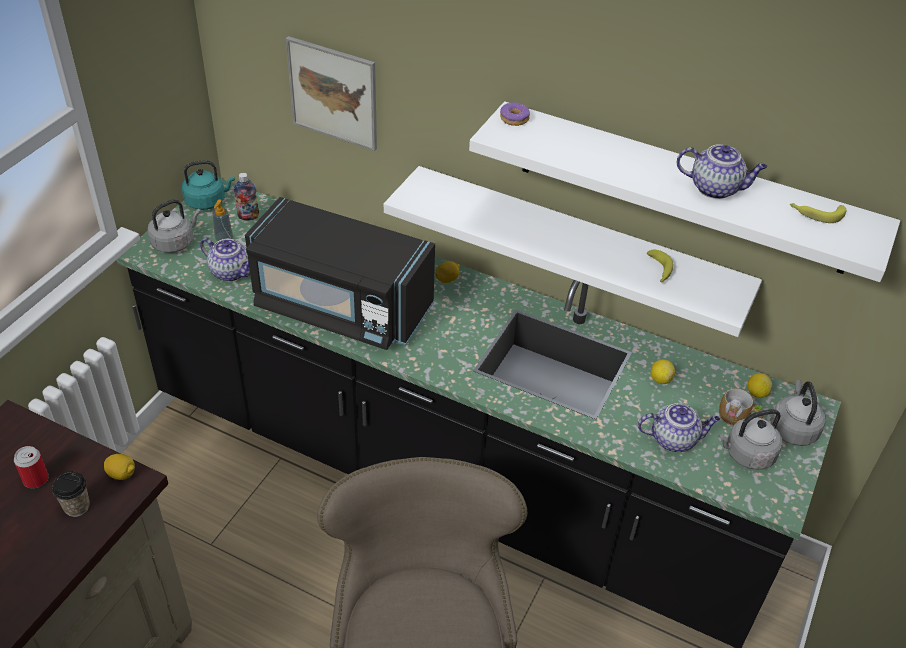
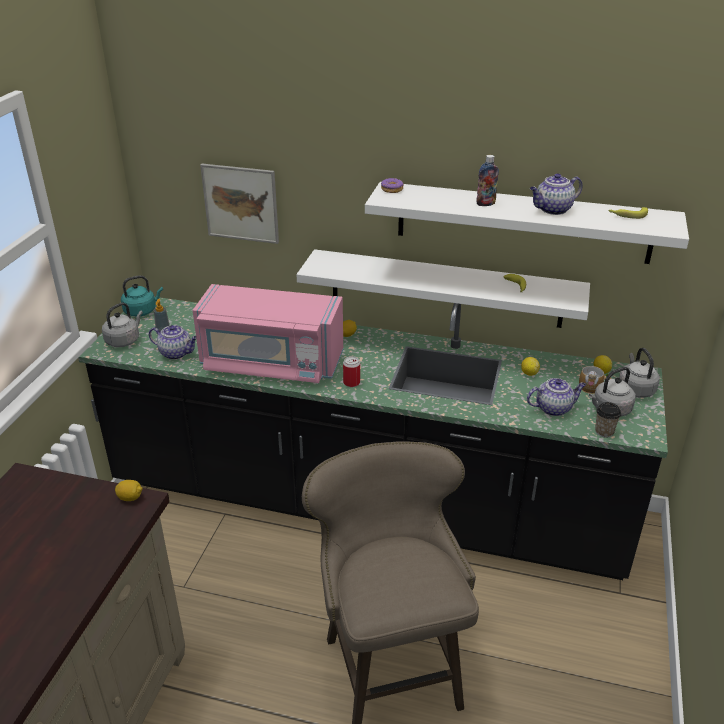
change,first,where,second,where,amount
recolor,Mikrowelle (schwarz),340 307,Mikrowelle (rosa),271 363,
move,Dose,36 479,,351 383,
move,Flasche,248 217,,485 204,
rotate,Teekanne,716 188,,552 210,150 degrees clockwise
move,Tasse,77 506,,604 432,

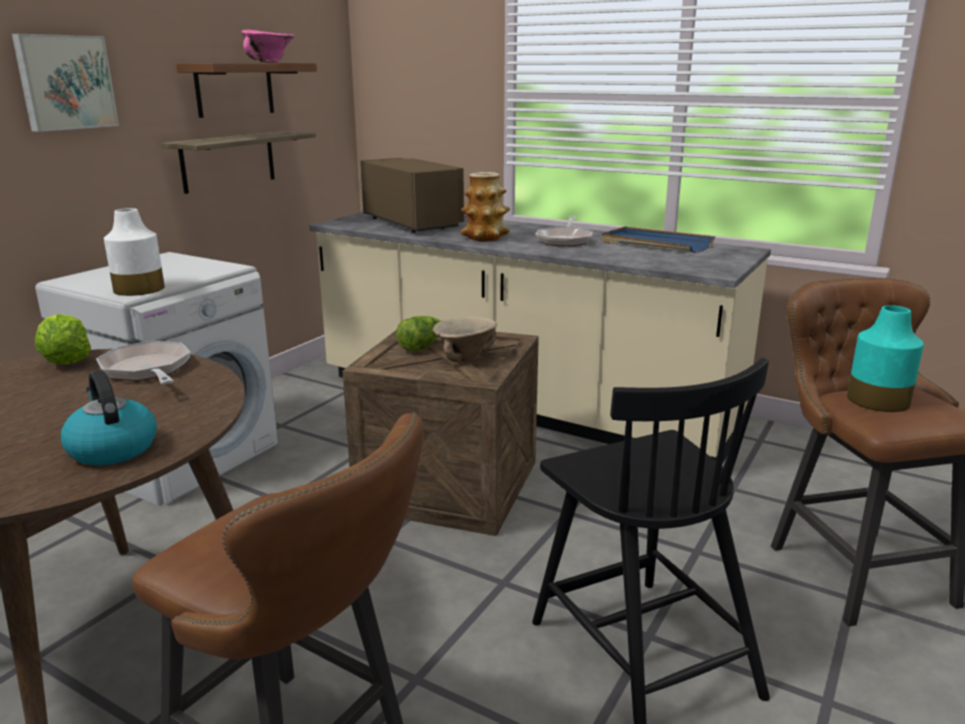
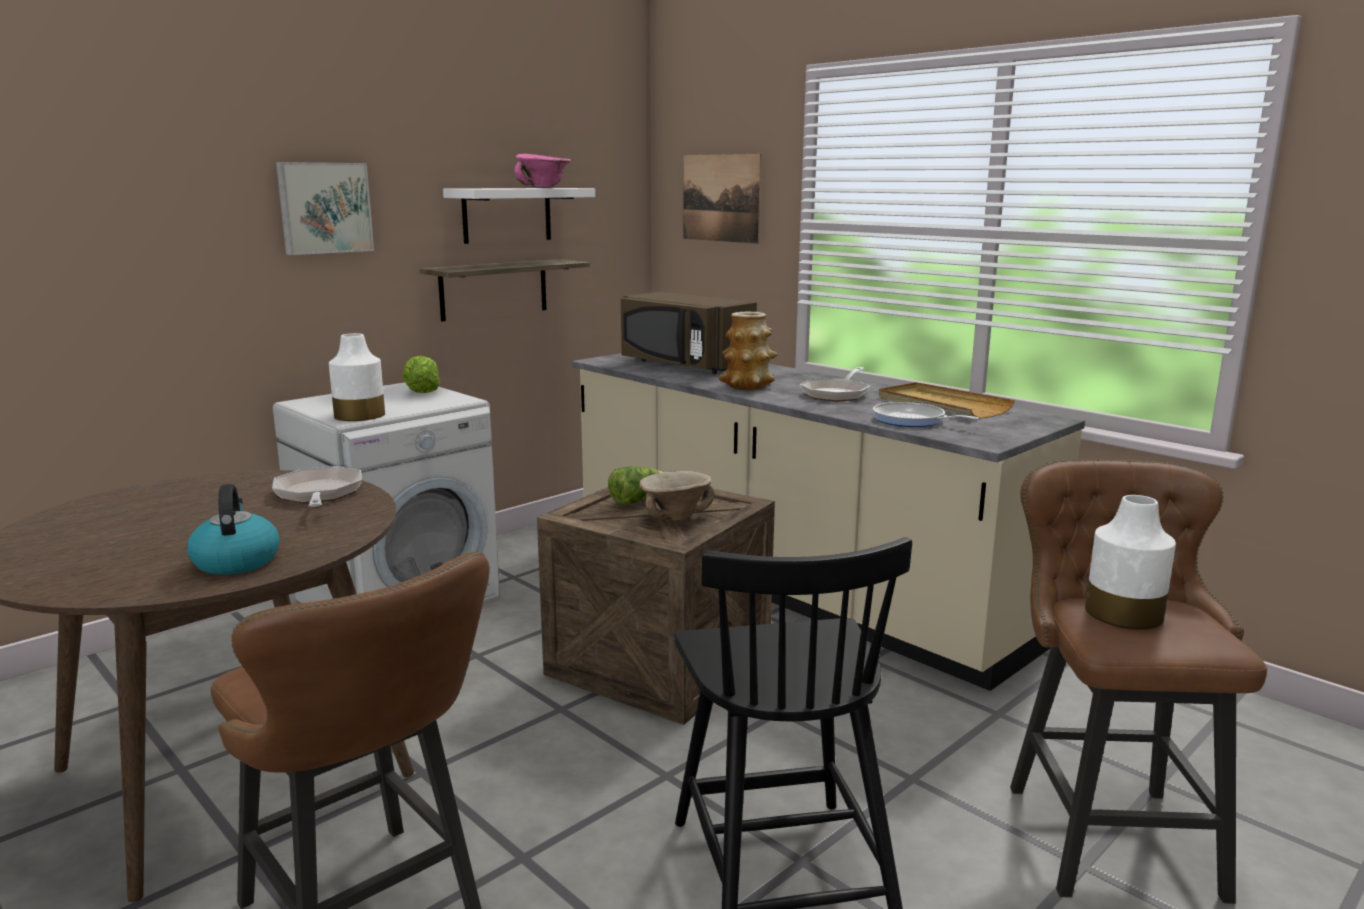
change,first,where,second,where,amount
move,Salatkopf,66 361,,422 392,
recolor,Wandregal (braun),234 89,Wandregal (weiß),507 215,
rotate,Mikrowelle (braun),413 223,,684 365,150 degrees clockwise
insert,,,Bild,721 198,
insert,,,Pfanne,912 420,
recolor,Tablett (blau),655 244,Tablett (beige),942 405,
recolor,Vase (türkis),877 399,Vase (weiß),1123 612,

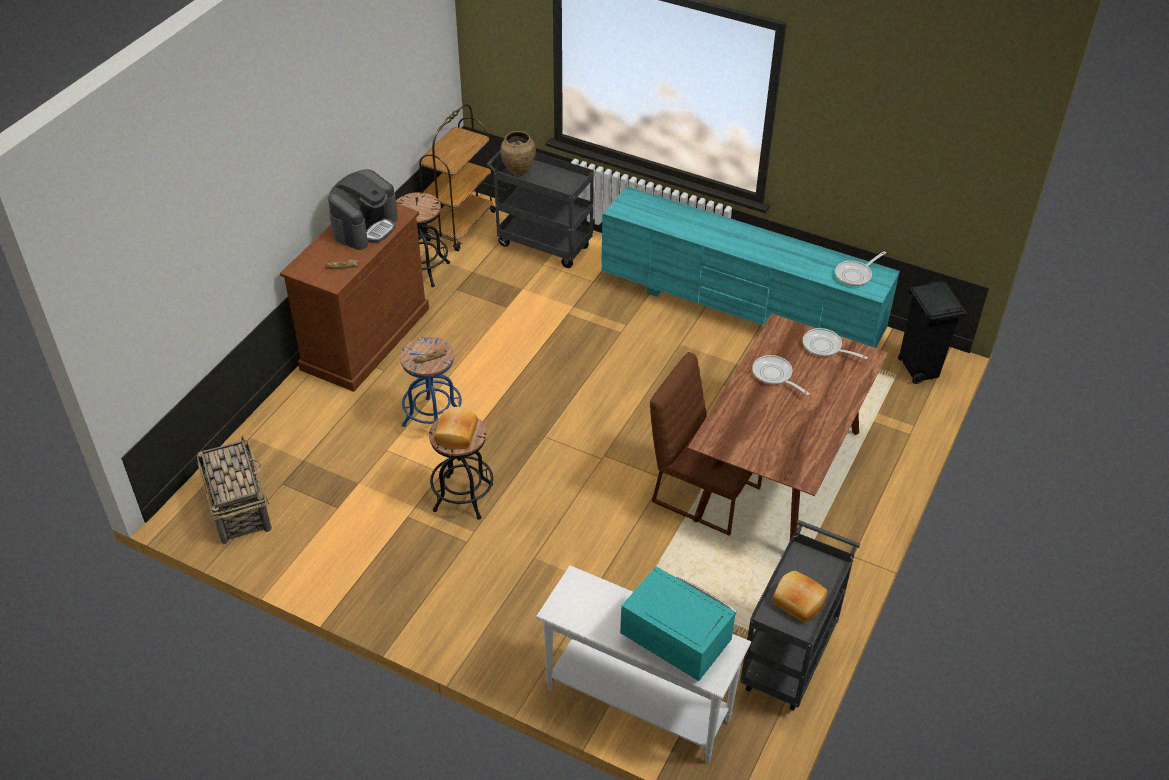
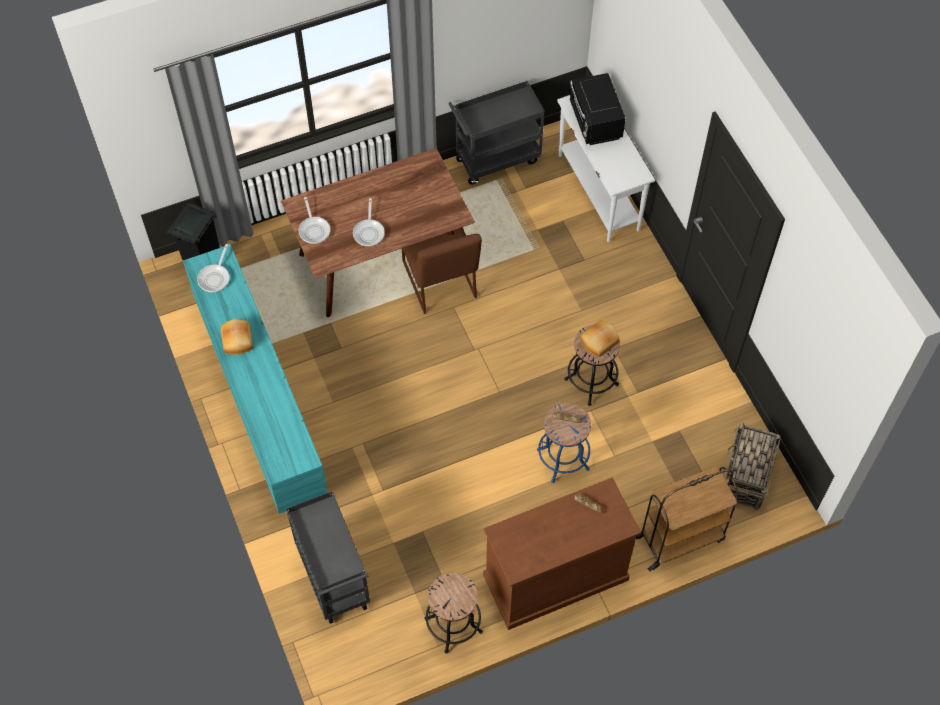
change,first,where,second,where,amount
rotate,Pfanne,855 275,,215 277,105 degrees clockwise
move,Brot,798 603,,238 341,
recolor,Mikrowelle (türkis),674 640,Mikrowelle (schwarz),595 122,
move,Rollwagen (braun),460 227,,681 539,
delete,Kaffeemaschine,365 227,,,
delete,Vase (braun),518 171,,,

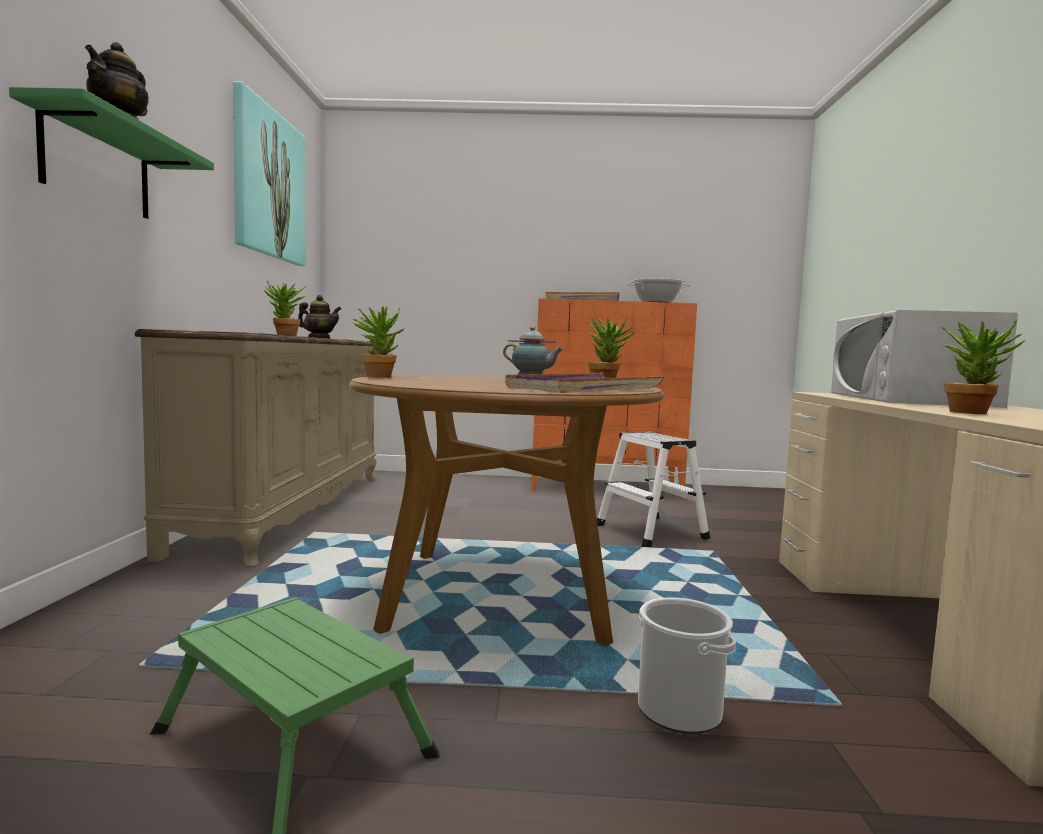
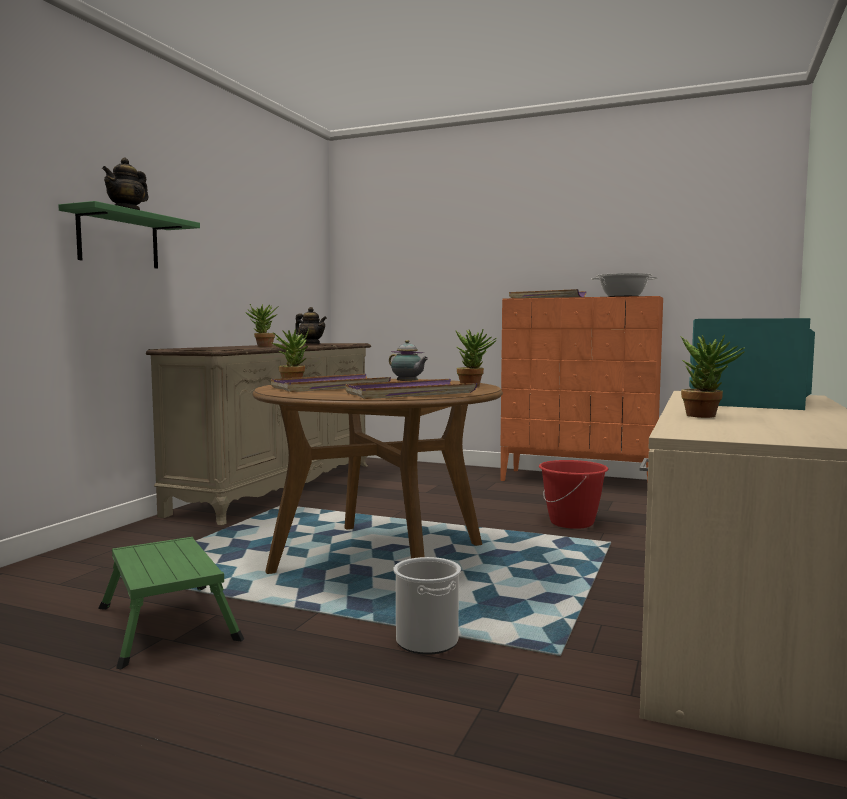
change,first,where,second,where,amount
insert,,,Tablett (lila),330 387,
replace,Trittleiter (weiß),651 532,Eimer (rot),572 522,
recolor,Mikrowelle (weiß),907 399,Mikrowelle (türkis),750 400,
delete,Bild,268 185,,,

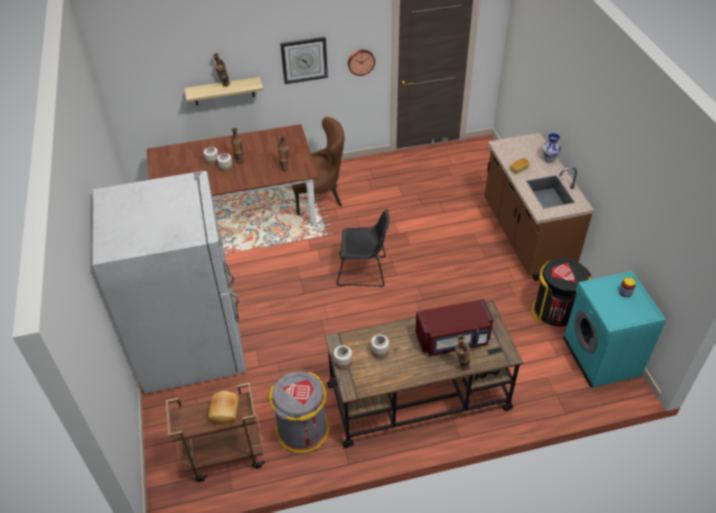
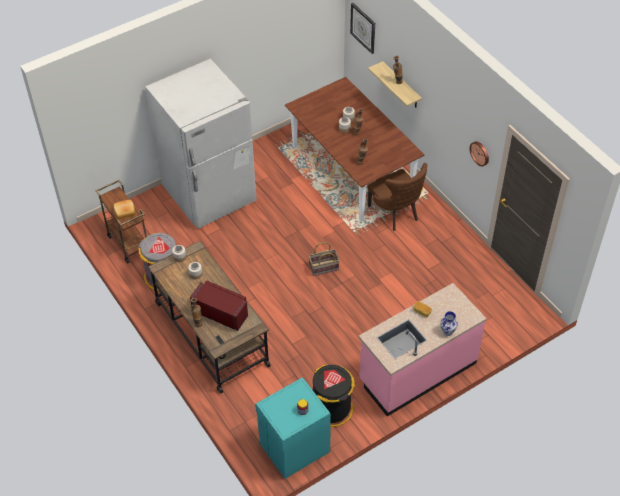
change,first,where,second,where,amount
rotate,Mikrowelle (rot),453 339,,221 313,150 degrees clockwise
replace,Stuhl (schwarz),364 271,Korb,324 268,
move,Wanduhr,304 60,,363 28,
recolor,Küchenzeile (braun),525 236,Küchenzeile (rosa),417 371,

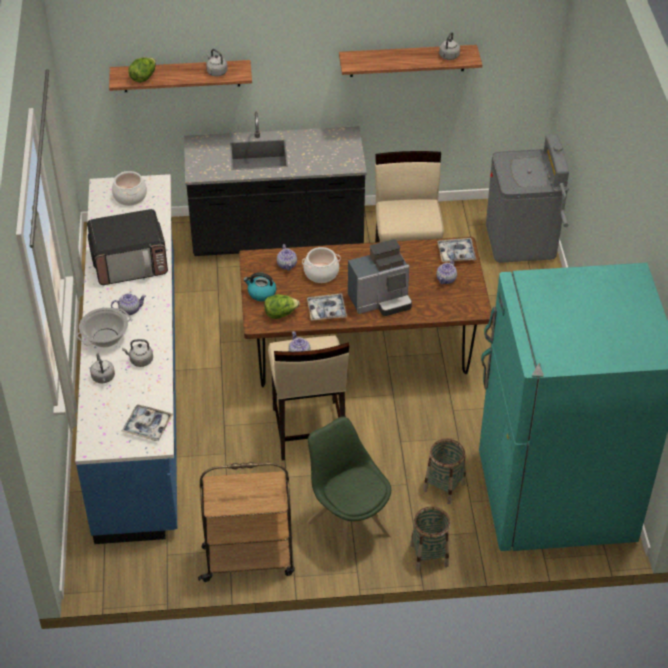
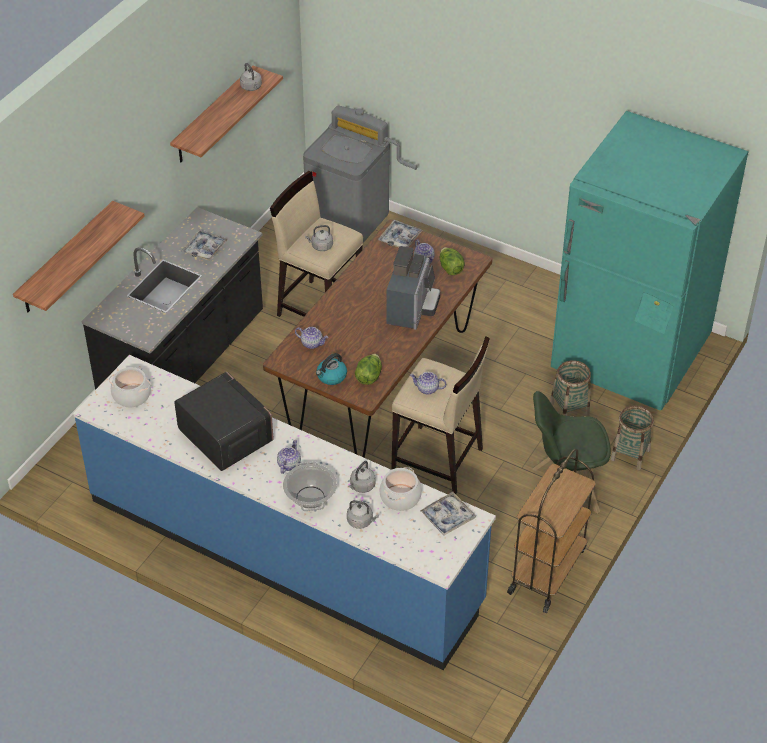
change,first,where,second,where,amount
rotate,Mikrowelle,130 262,,225 436,60 degrees counterclockwise
move,Tablett,326 310,,204 249,
move,Wasserkessel (grau),216 72,,321 246,
move,Kochtopf,321 273,,400 497,
move,Salatkopf,143 77,,450 268,

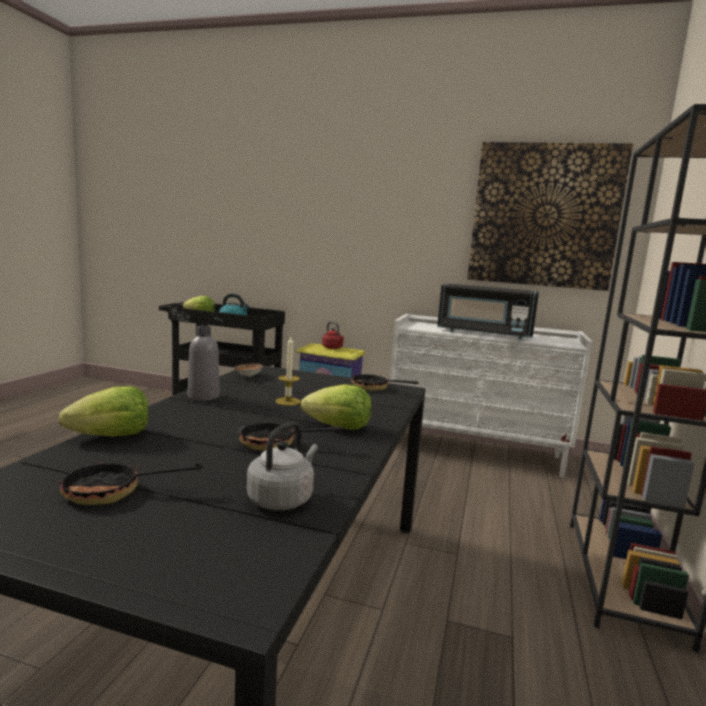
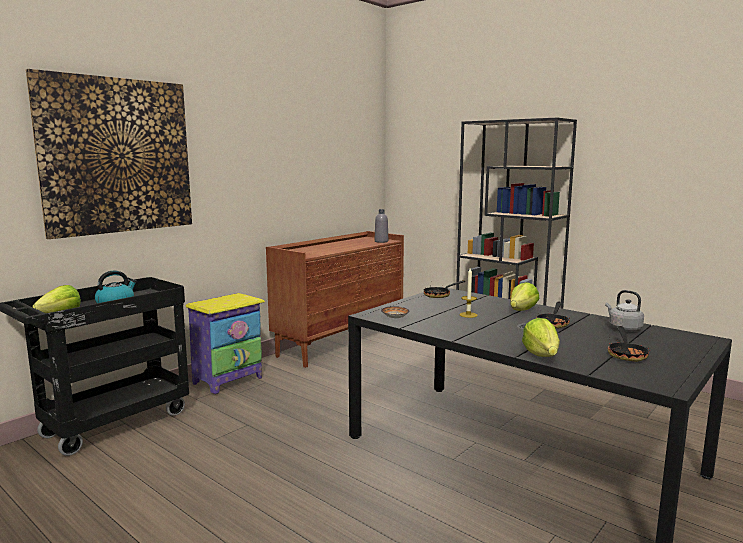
change,first,where,second,where,amount
move,Bild,544 216,,117 156,
recolor,Schrank (weiß),475 452,Schrank (braun),341 343,
move,Flasche (grau),203 396,,381 241,
delete,Wasserkessel (rot),333 348,,,
delete,Mikrowelle (schwarz),484 333,,,

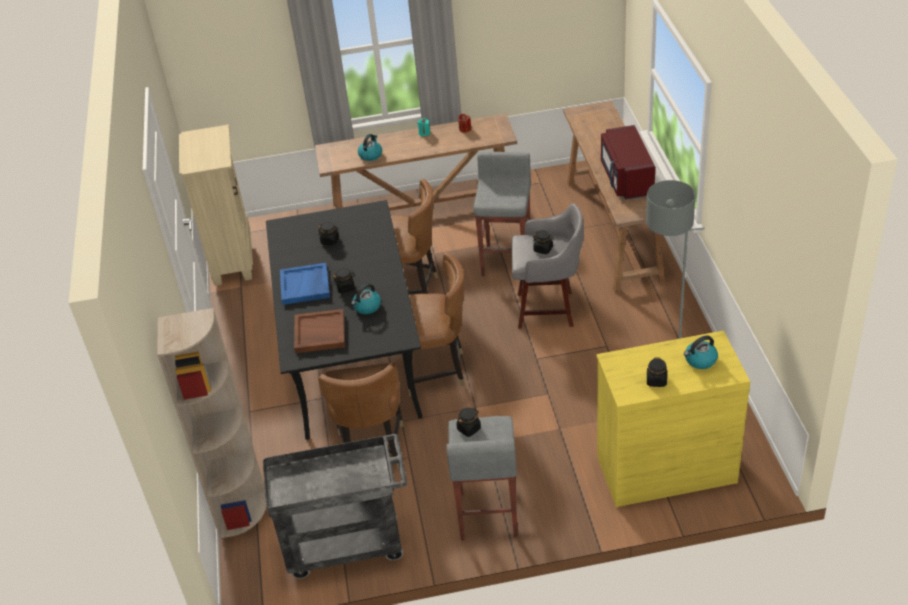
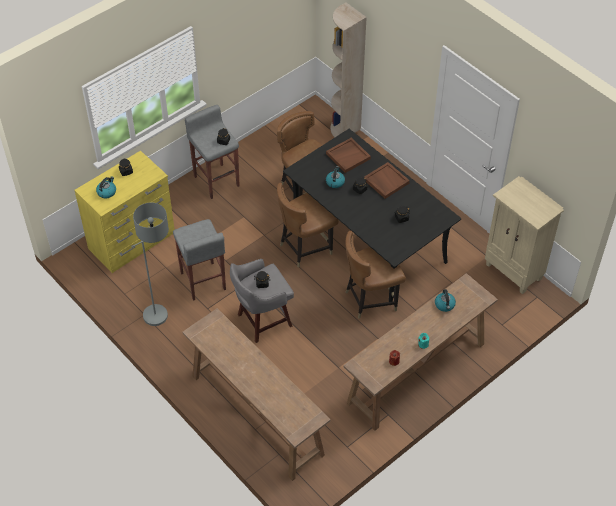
change,first,where,second,where,amount
move,Hocker (grau),507 260,,202 282,
recolor,Tablett (blau),305 286,Tablett (braun),385 181,
delete,Rollwagen (schwarz),351 549,,,
delete,Mikrowelle (rot),626 178,,,

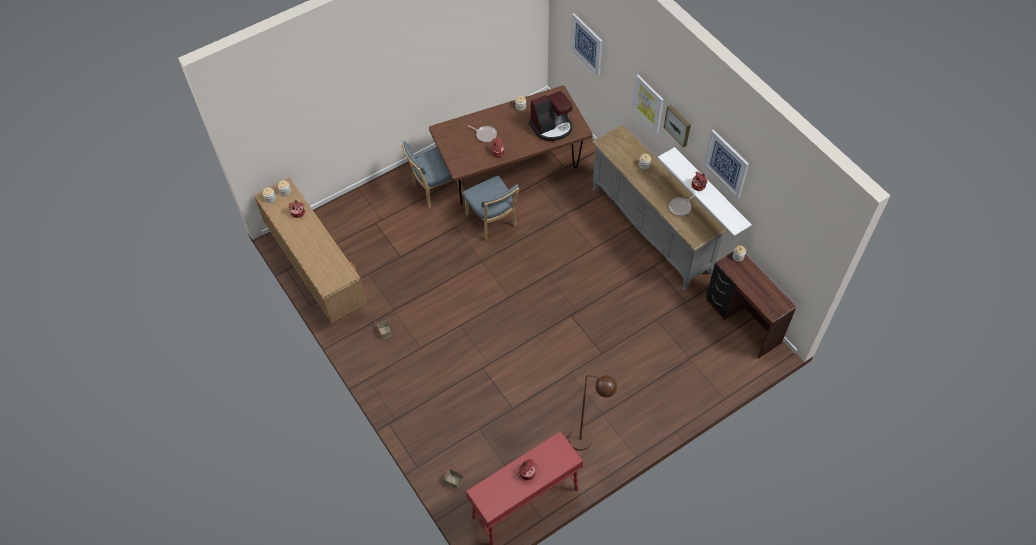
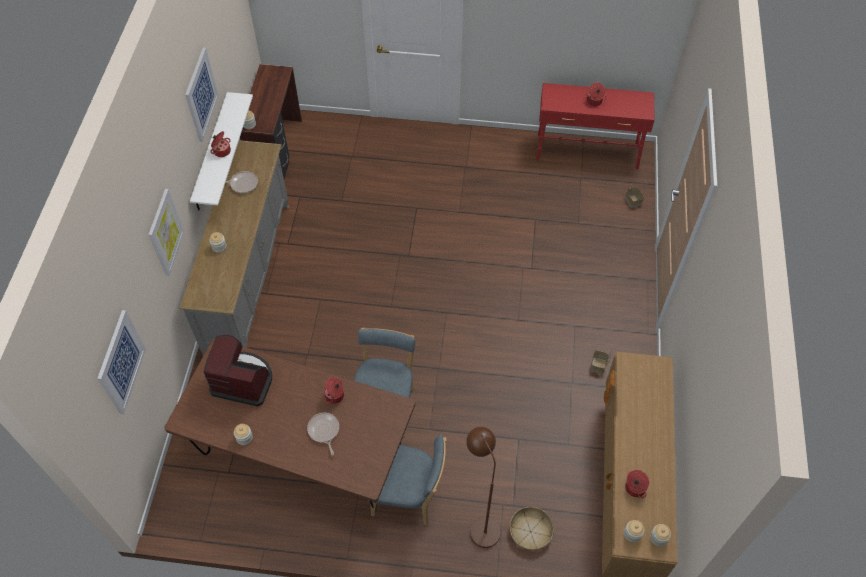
change,first,where,second,where,amount
move,Stehlampe (braun),587 442,,480 524,
insert,,,Korb,530 531,
delete,Bild,678 125,,,

